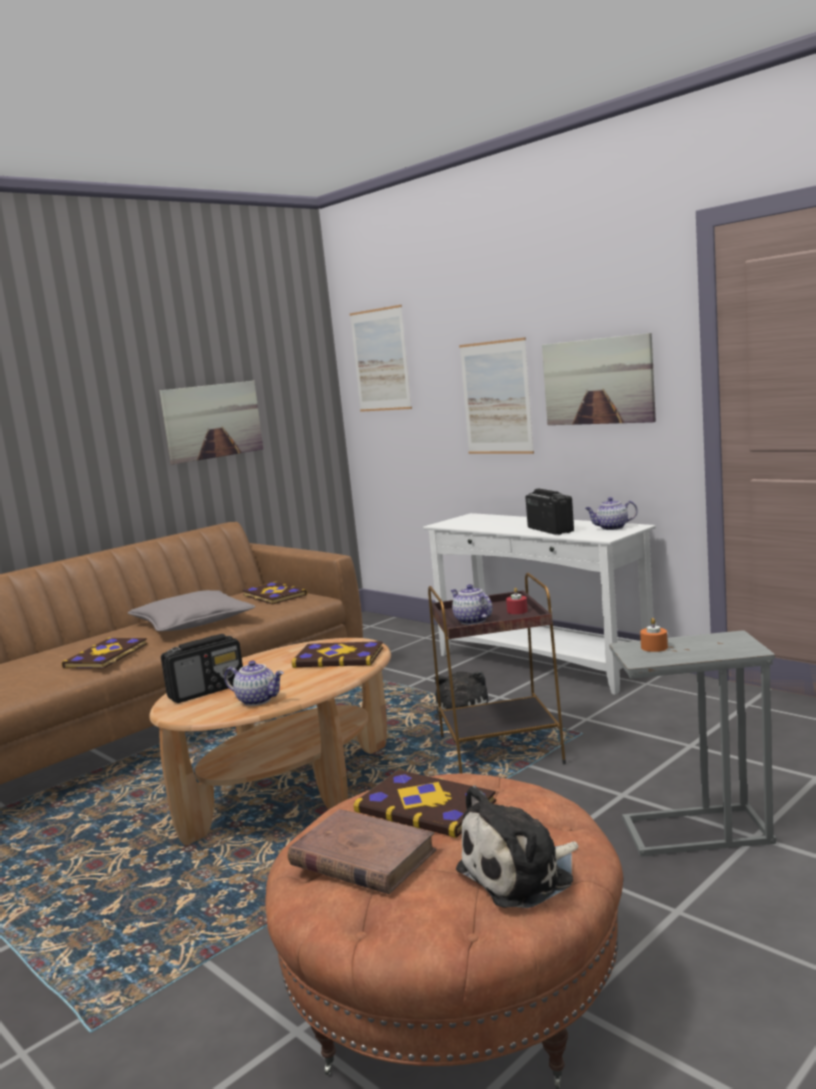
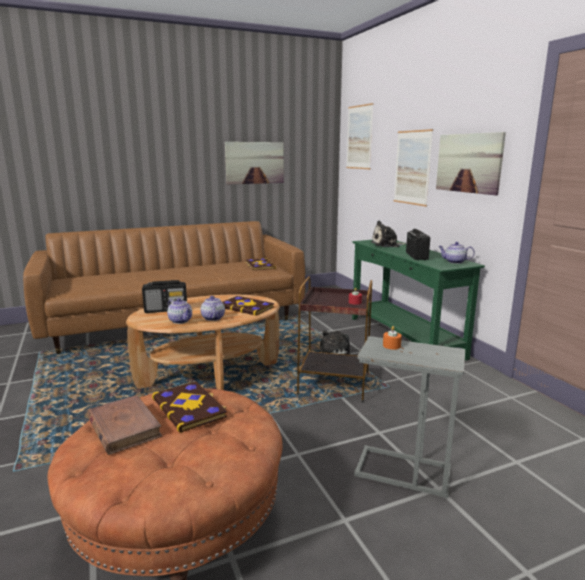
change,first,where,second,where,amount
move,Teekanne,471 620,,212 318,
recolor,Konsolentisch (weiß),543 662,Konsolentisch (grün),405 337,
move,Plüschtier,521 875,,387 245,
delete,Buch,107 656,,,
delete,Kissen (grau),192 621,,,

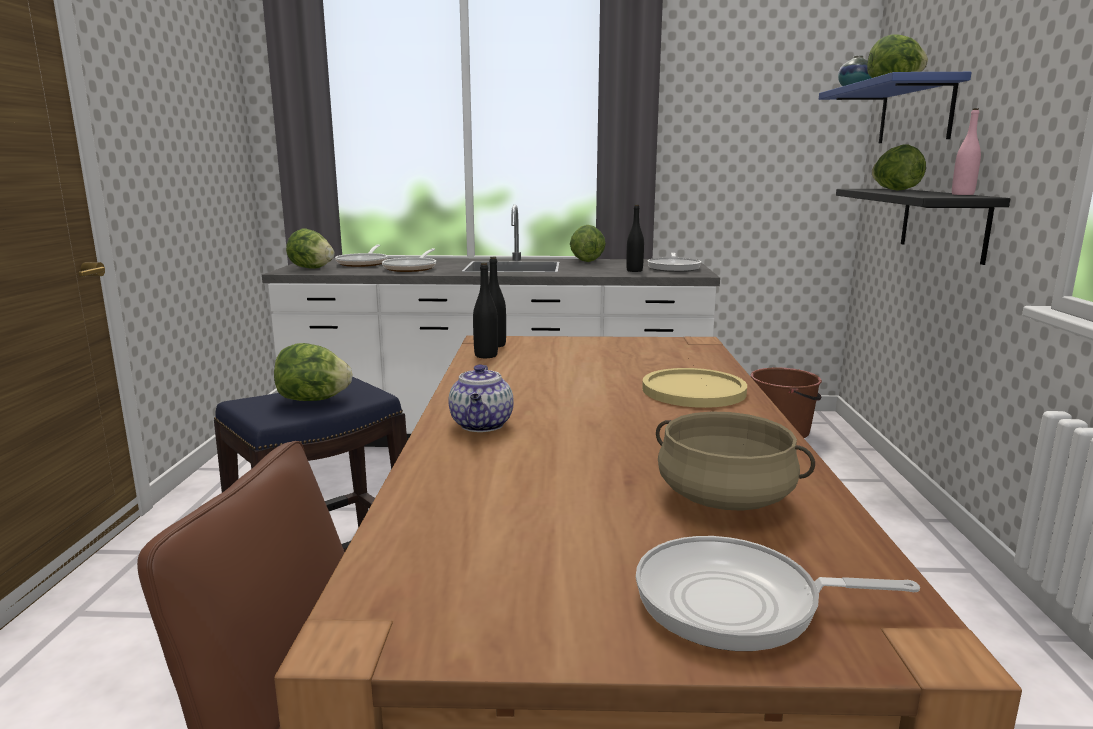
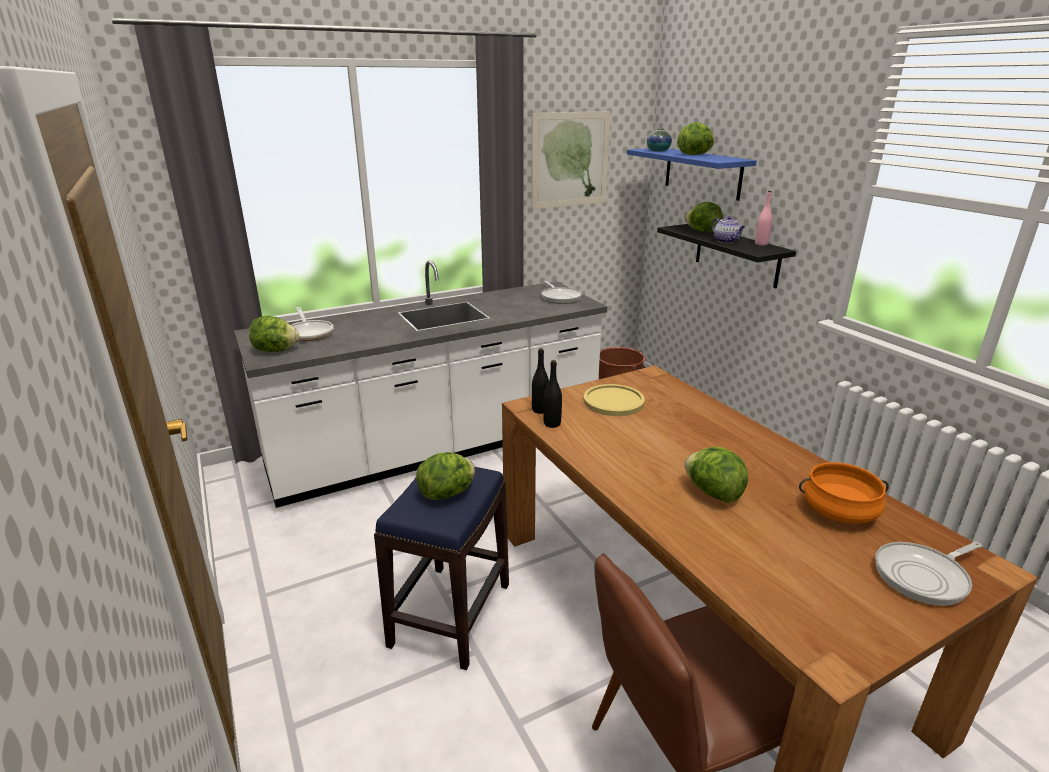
change,first,where,second,where,amount
insert,,,Bild,570 160,
move,Teller (gelb),693 390,,613 401,
move,Salatkopf,586 261,,712 493,
move,Teekanne,482 425,,726 241,
recolor,Kochtopf (beige),725 497,Kochtopf (orange),839 511,
delete,Pfanne,412 268,,,
delete,Flasche (schwarz),634 271,,,

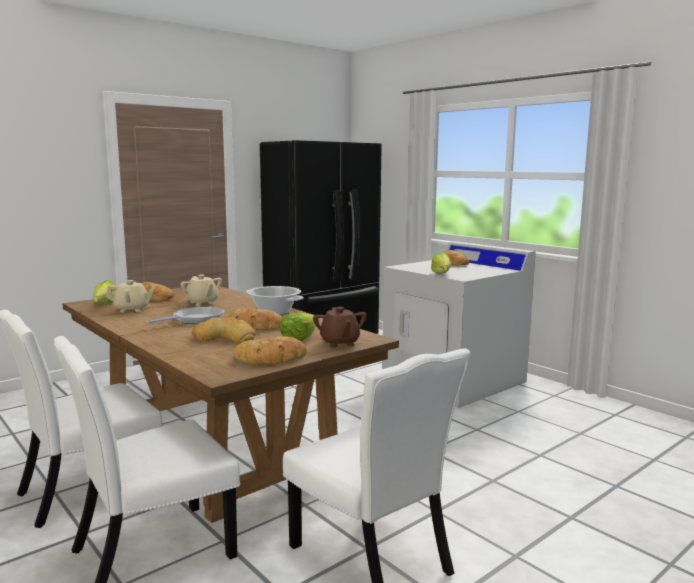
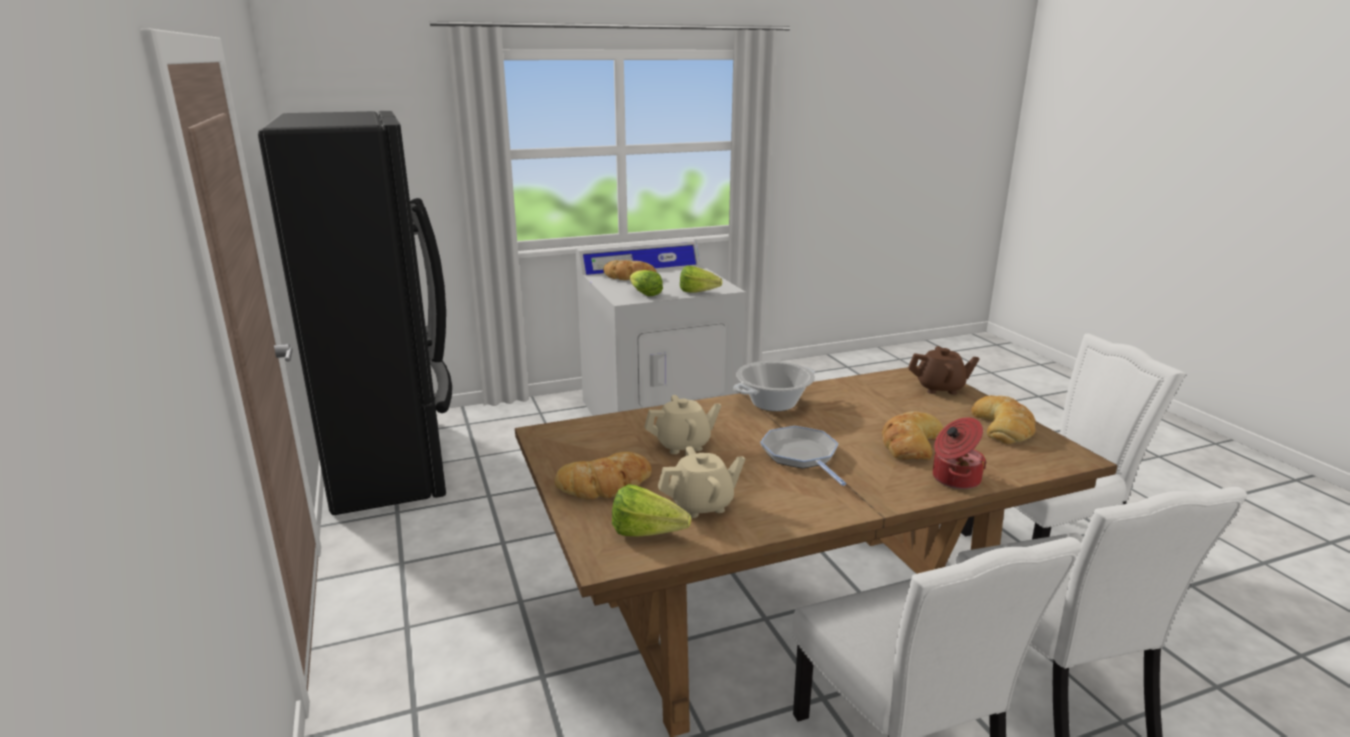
change,first,where,second,where,amount
move,Salatkopf,299 338,,644 294,
rotate,Teekanne (beige),132 310,,702 505,60 degrees clockwise
insert,,,Kochtopf,954 478,
delete,Brot,254 326,,,

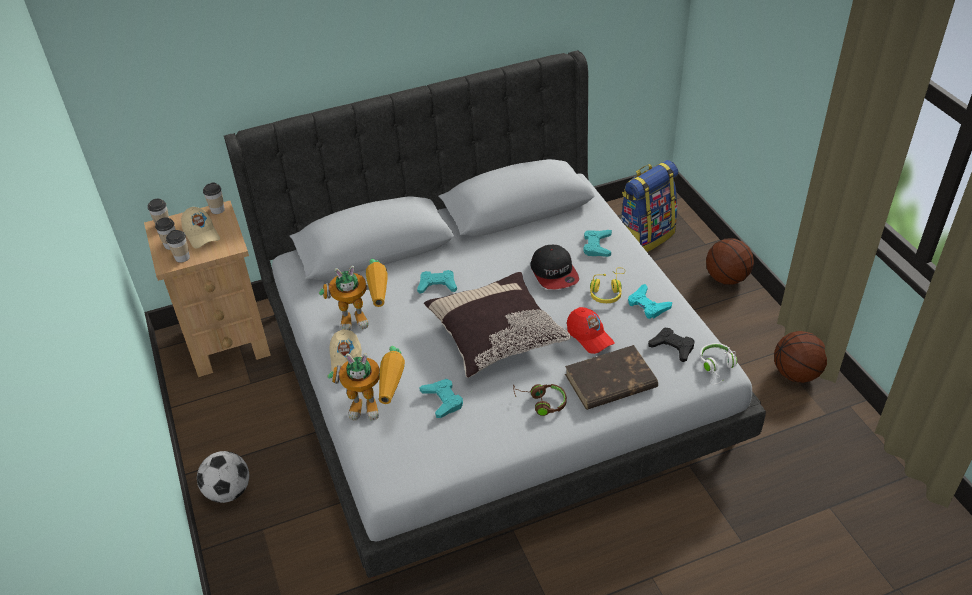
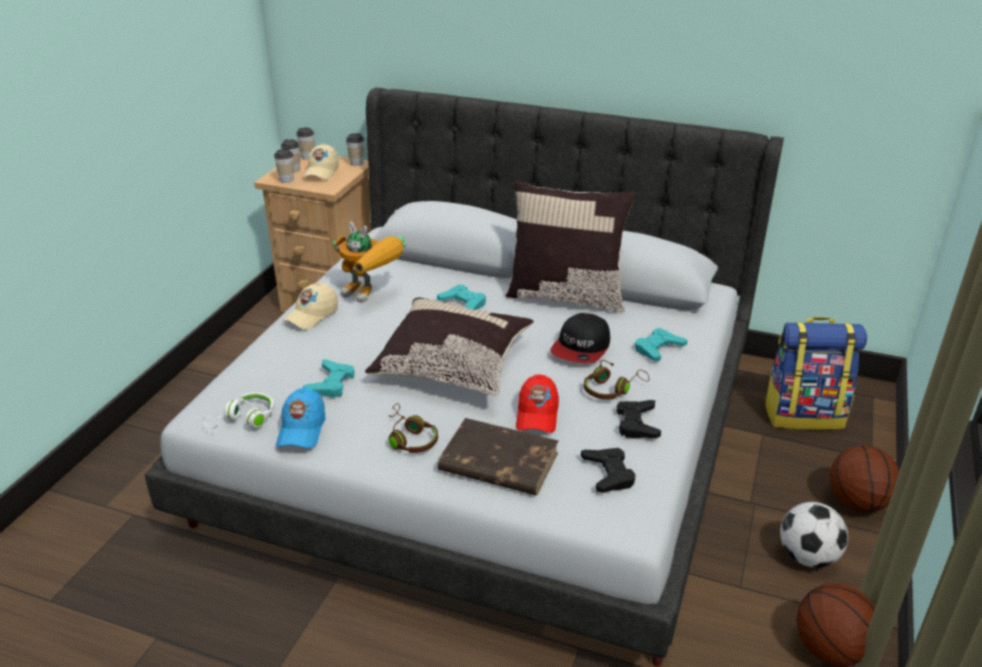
change,first,where,second,where,amount
move,Kopfhörer (weiß),717 367,,244 419,
insert,,,Kappe (blau),302 429,
insert,,,Kissen,566 297,
recolor,Kopfhörer (gelb),607 291,Kopfhörer (braun),612 389,
recolor,Gamepad (türkis),647 305,Gamepad (schwarz),637 423,
move,Fußball,228 491,,807 557,
delete,Spielzeugroboter,377 407,,,

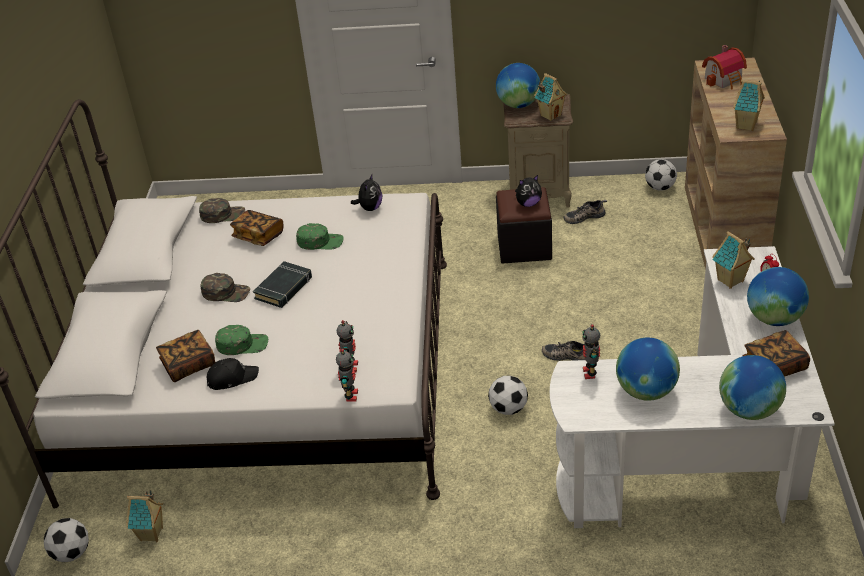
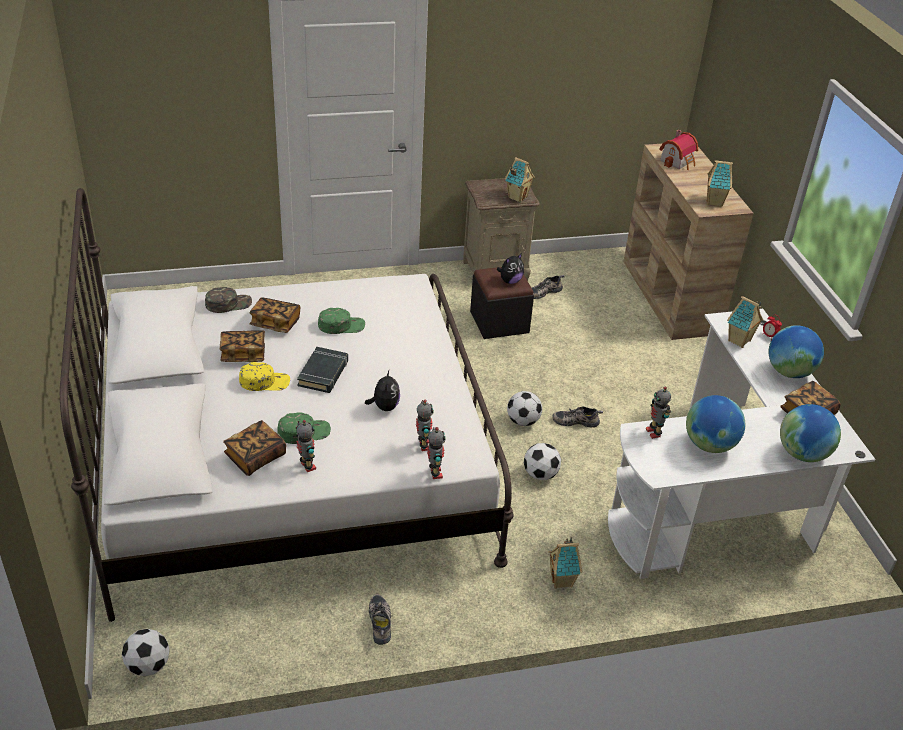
change,first,where,second,where,amount
insert,,,Buch,243 355,
recolor,Kappe (grün),226 292,Kappe (gelb),264 381,
replace,Kappe (schwarz),232 378,Spielzeugroboter,307 466,
move,Plüschtier,370 208,,384 407,
insert,,,Schuh,381 622,
move,Fußball,660 187,,523 421,
move,Spielzeughaus,152 534,,562 581,
delete,Globus,518 105,,,

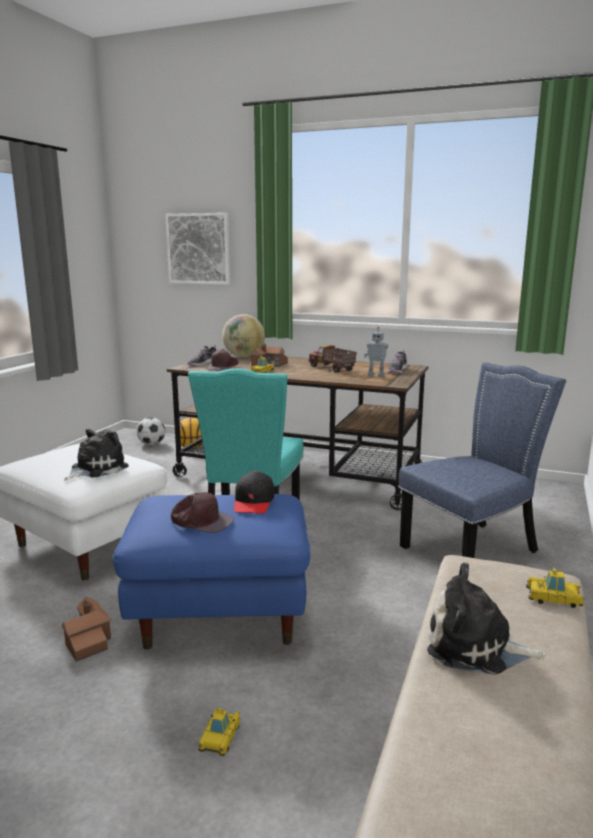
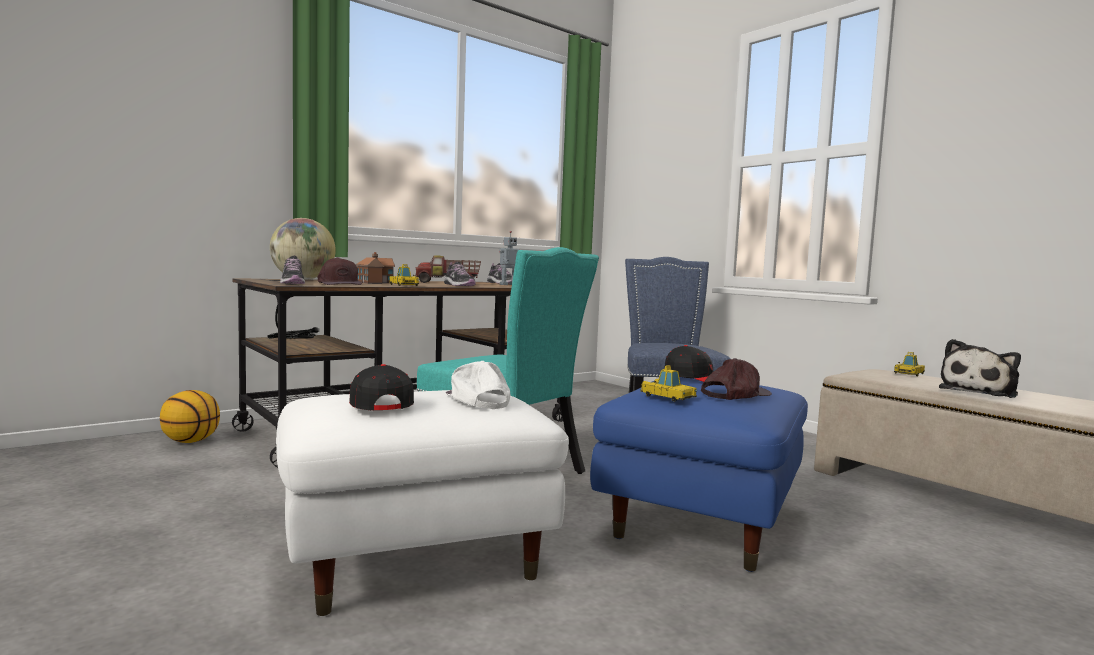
change,first,where,second,where,amount
insert,,,Kappe (schwarz),379 404,
insert,,,Schuh,459 285,
replace,Plüschtier,96 469,Kappe (weiß),477 400,
move,Spielzeugauto,220 737,,668 397,
delete,Spielzeughaus,88 639,,,
delete,Fußball,152 444,,,
delete,Bild,199 249,,,

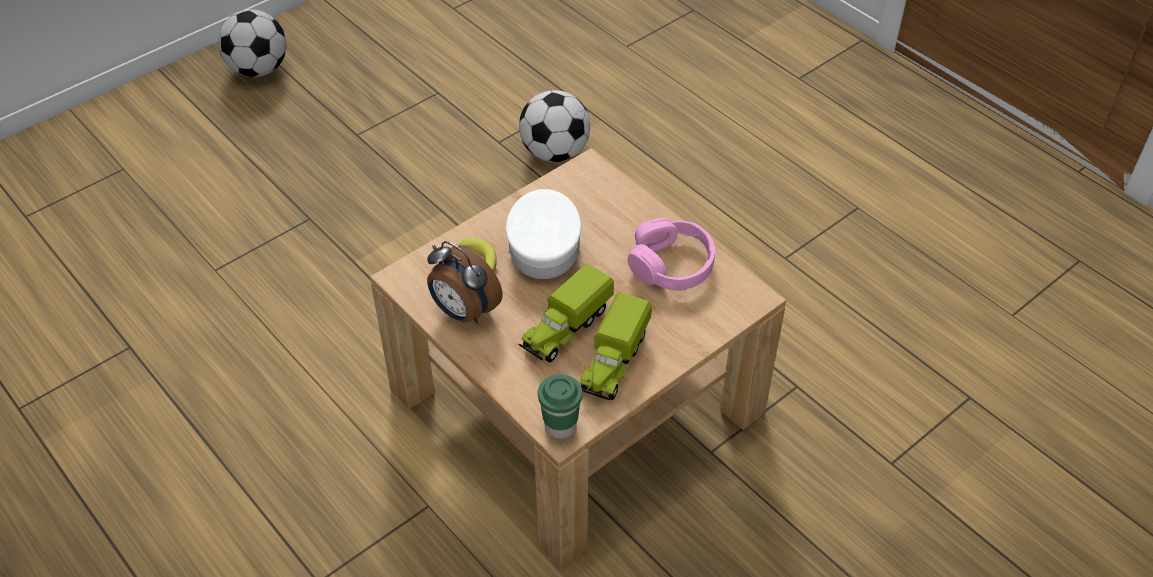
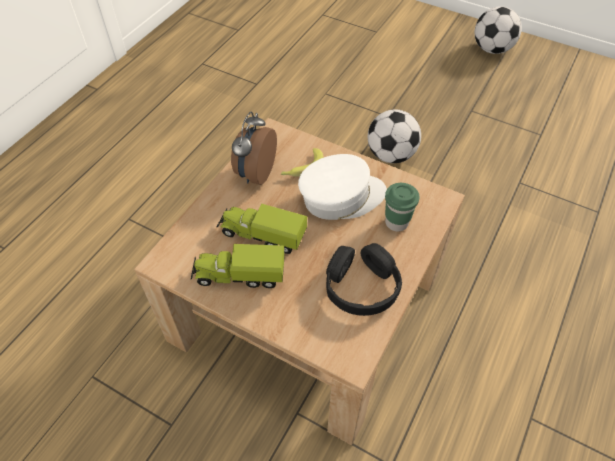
change,first,where,second,where,amount
recolor,Kopfhörer (rosa),671 265,Kopfhörer (schwarz),361 286,
move,Fußball,555 153,,391 155,
move,Tasse (grün),560 426,,396 222,

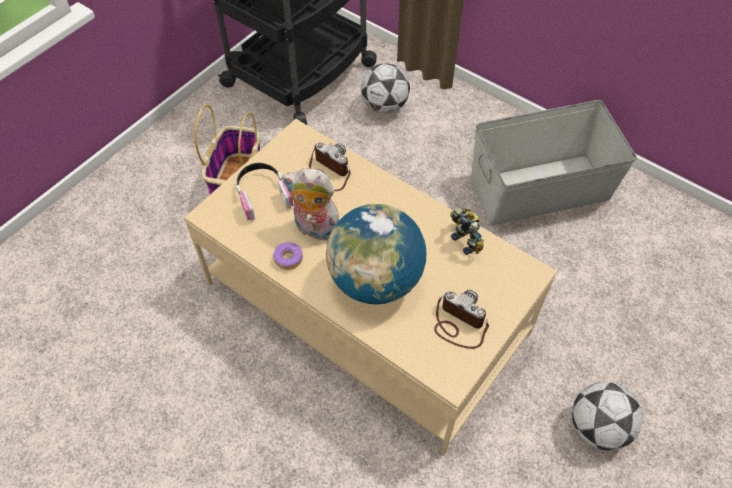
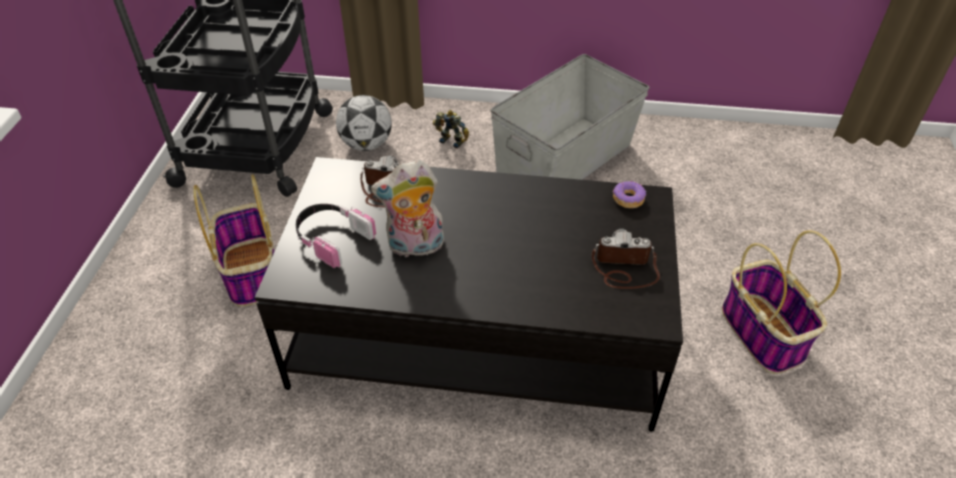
change,first,where,second,where,amount
recolor,Couchtisch (beige),364 308,Couchtisch (schwarz),477 334,
move,Spielzeugroboter,467 240,,452 140,
move,Donut,288 259,,628 199,
replace,Fußball,597 427,Korb,764 334,
delete,Globus,375 280,,,

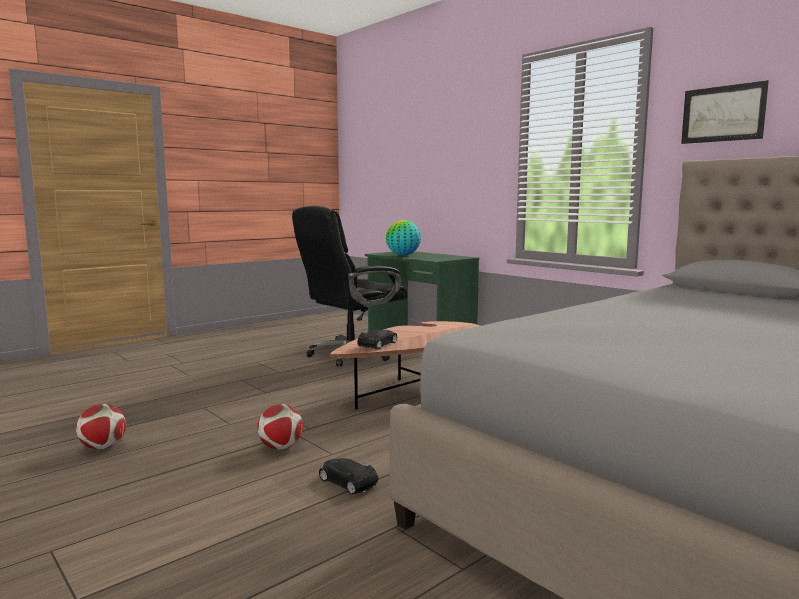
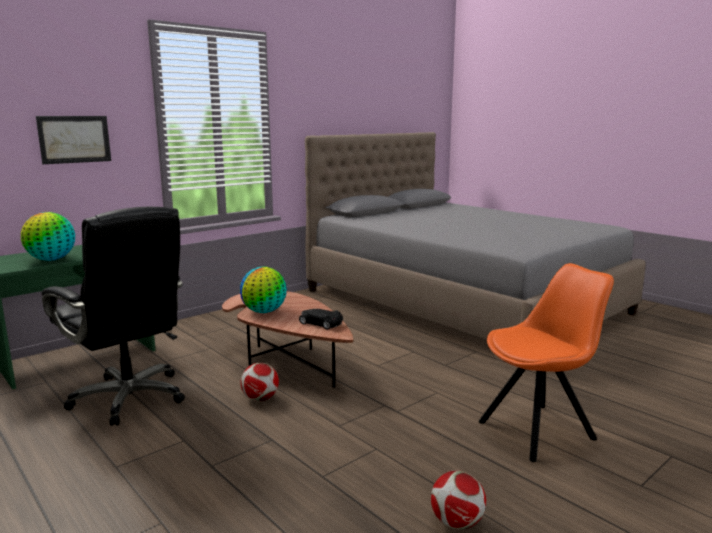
change,first,where,second,where,amount
move,Bild,723 114,,74 139,
insert,,,Globus,264 311,
move,Fußball,281 447,,260 399,
insert,,,Stuhl (orange),537 430,
delete,Spielzeugauto (schwarz),347 482,,,

